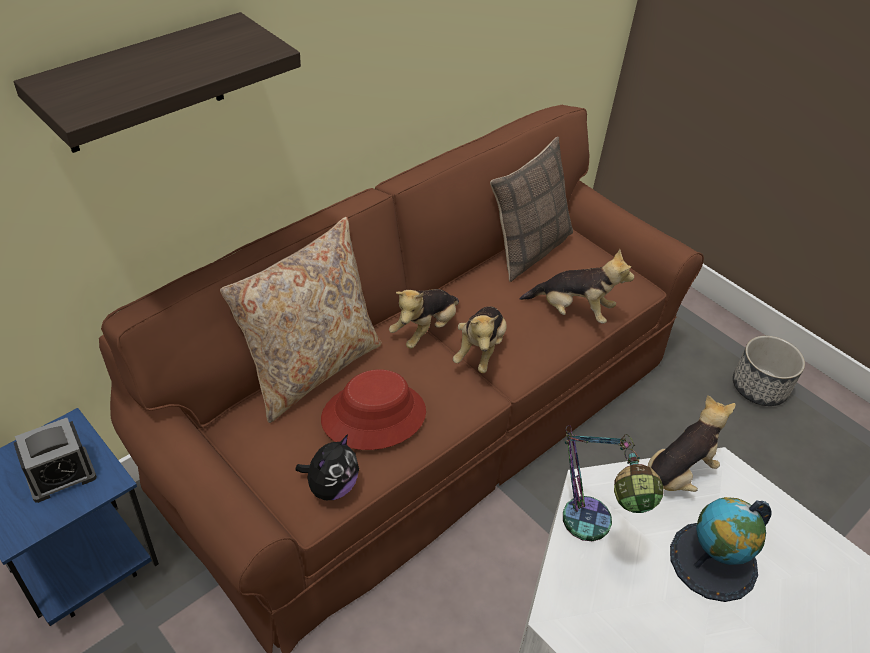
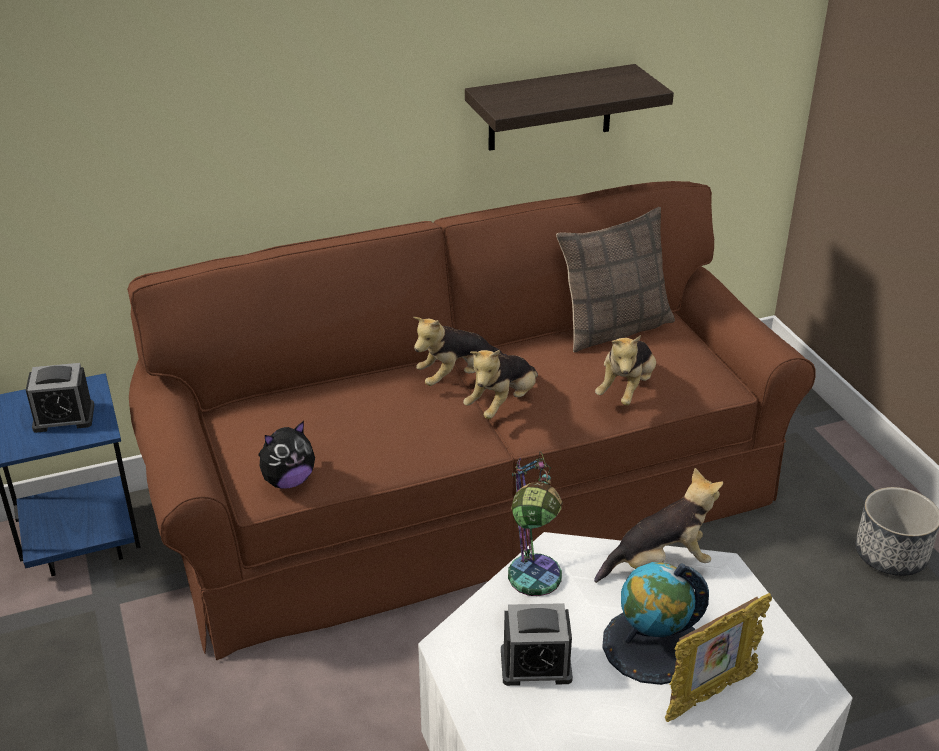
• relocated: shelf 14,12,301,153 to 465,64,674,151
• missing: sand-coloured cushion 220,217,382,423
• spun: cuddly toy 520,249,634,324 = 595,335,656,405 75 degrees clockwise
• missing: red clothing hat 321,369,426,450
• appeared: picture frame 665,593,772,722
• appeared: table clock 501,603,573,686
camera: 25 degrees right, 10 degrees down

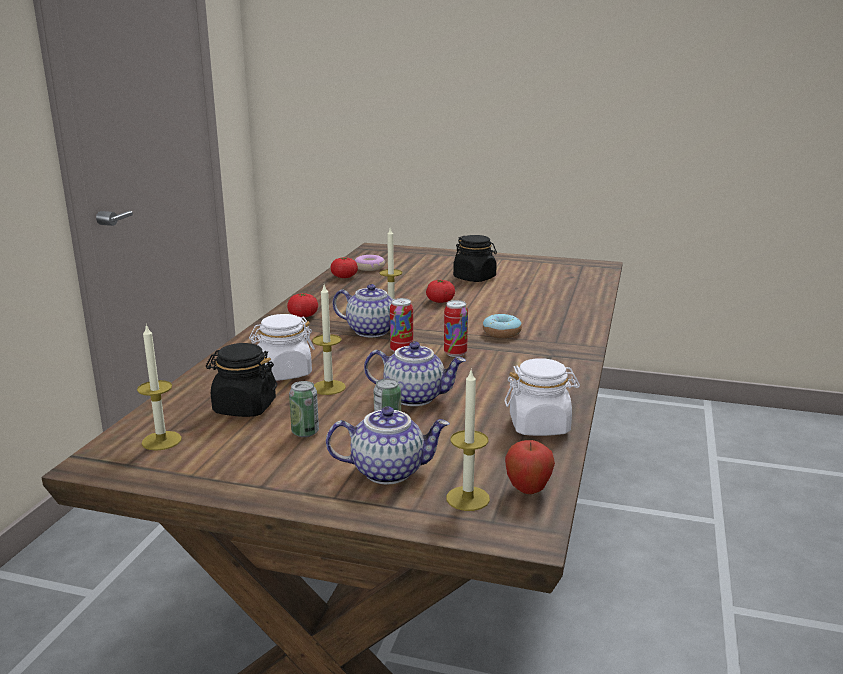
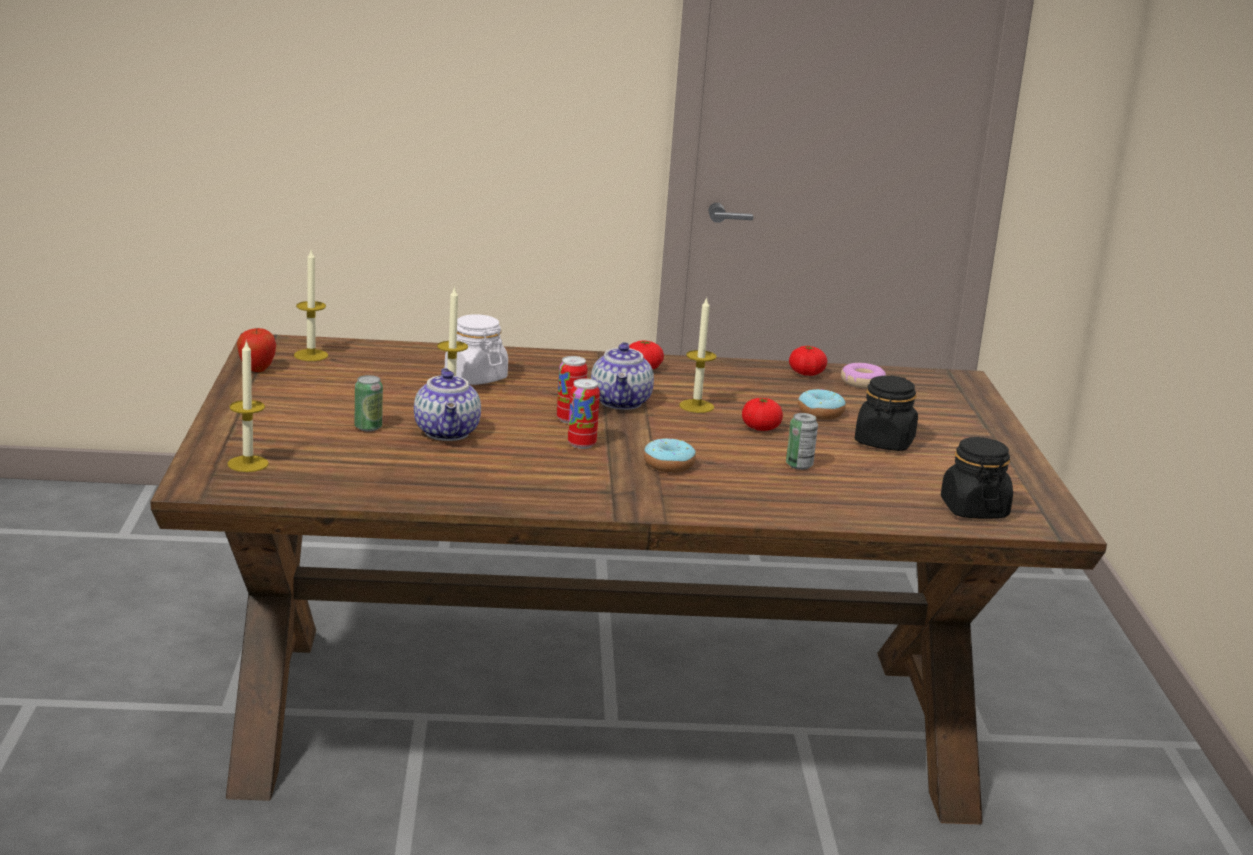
• relocated: blackish storage jar 206,343,277,417 to 941,437,1013,519
• missing: white storage jar 505,358,580,436
• relocated: can 289,381,319,437 to 786,413,818,470
• missing: pot for tea 326,406,450,484
• relocated: apple 505,440,555,494 to 237,328,276,372
• appeared: donut 798,389,846,419
camera: 70 degrees right, 0 degrees up

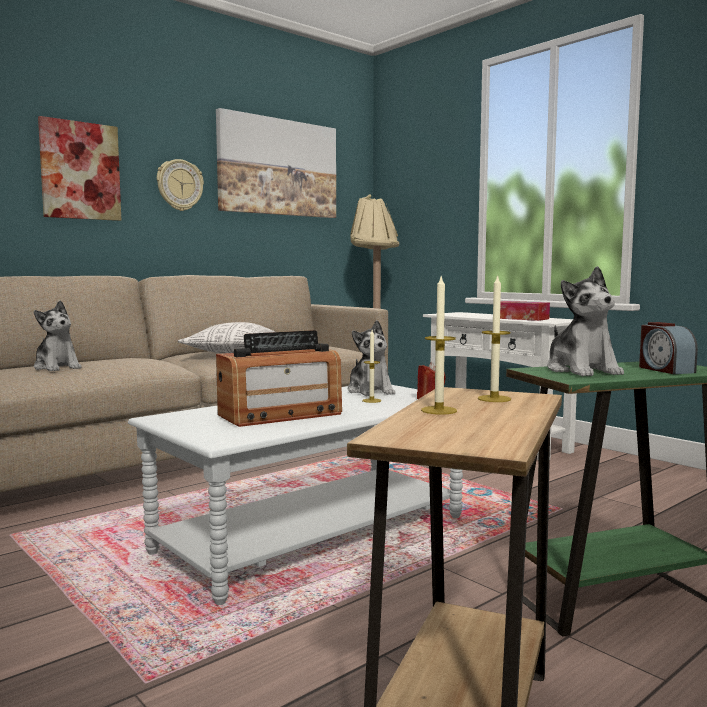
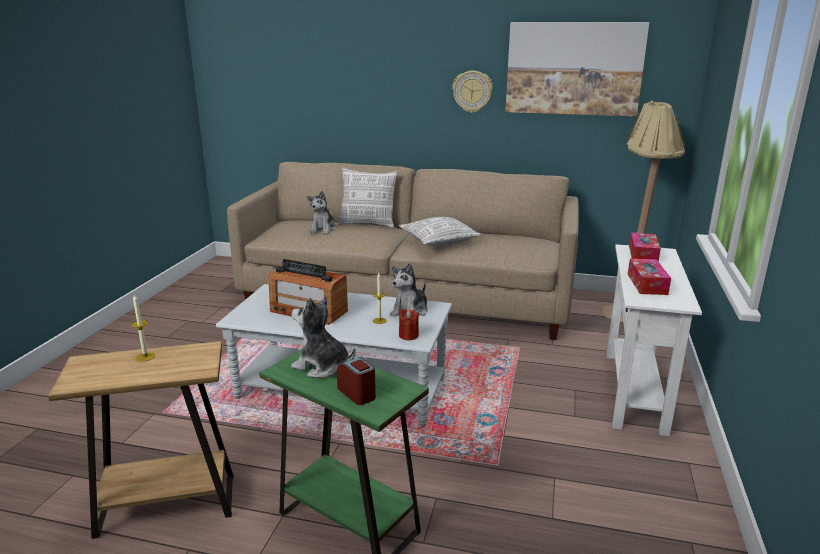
• missing: picture 38,116,121,221
• spun: cuddly toy 547,266,624,376 = 291,297,356,378 75 degrees clockwise
• missing: wax candle 478,274,511,402
• spun: table clock 639,322,698,374 = 337,358,376,405 105 degrees clockwise
• appeared: cushion 338,168,397,228
• appeared: tissue box 629,232,661,262
camera: 55 degrees right, 15 degrees up

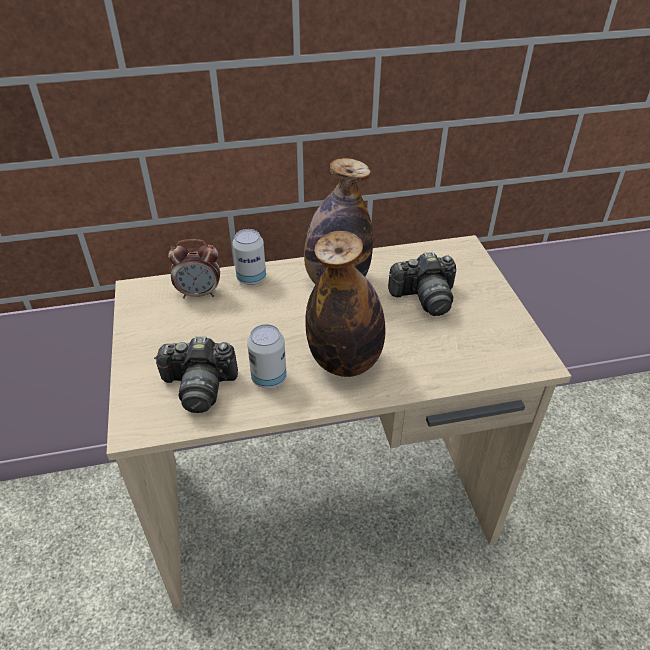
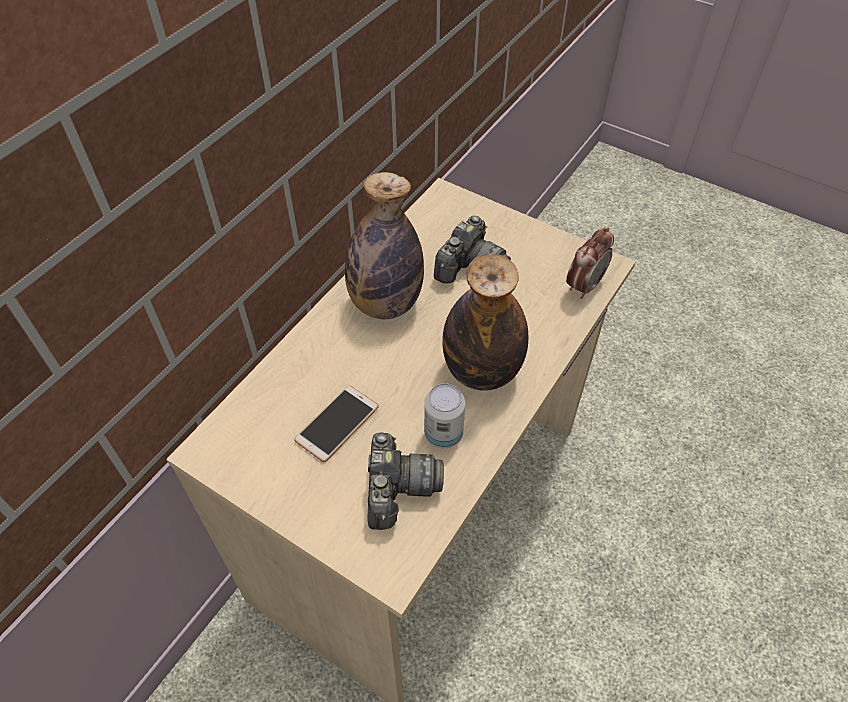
• missing: can 232,229,266,285
• relocated: table clock 168,239,220,299 to 566,227,614,299
• spun: photo camera 154,337,238,413 = 367,432,444,530 45 degrees counterclockwise
• appeared: telephone 294,385,379,462
camera: 45 degrees left, 10 degrees up

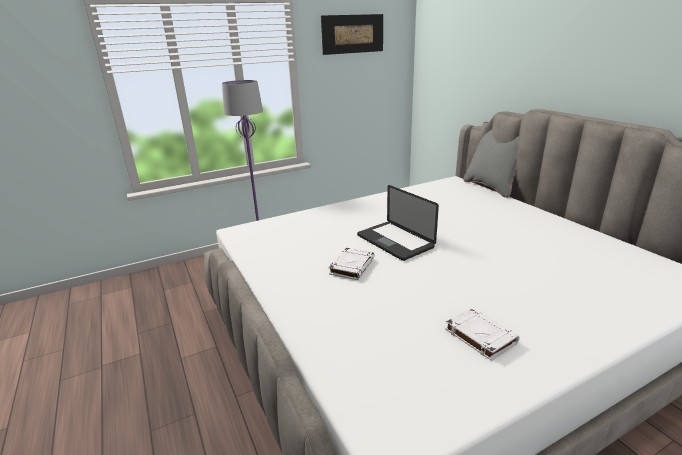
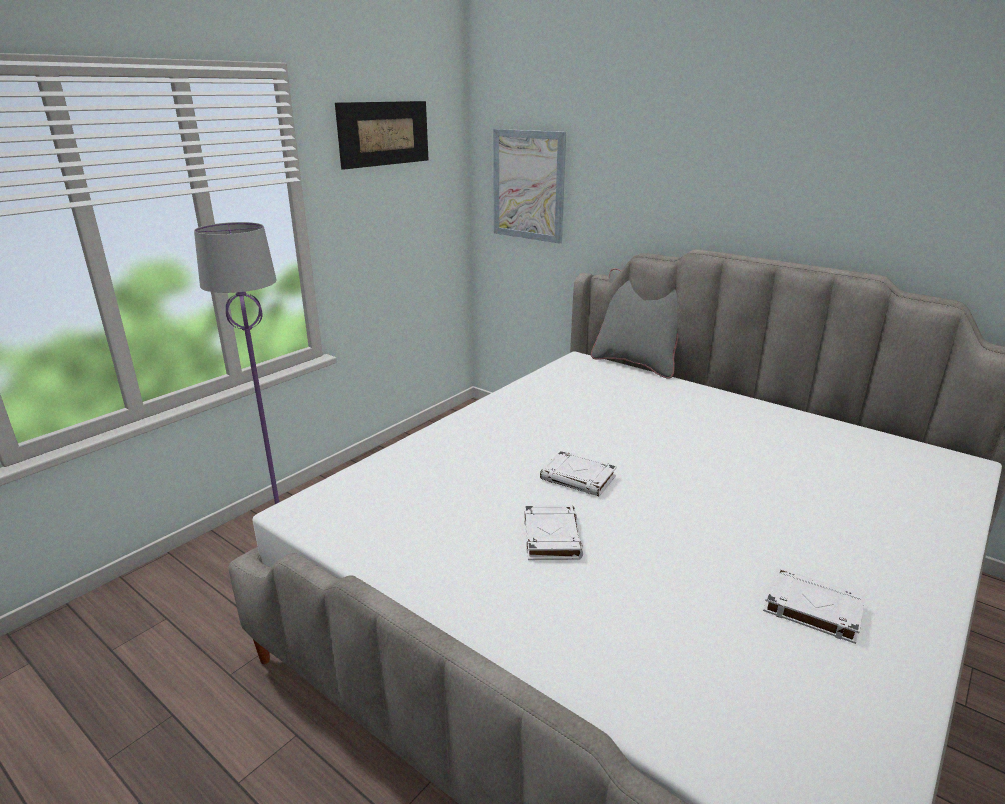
• exchanged: notebook computer 357,185,439,261 to white volume 540,451,617,496
• appeared: picture 493,129,566,244
camera: 25 degrees left, 0 degrees up

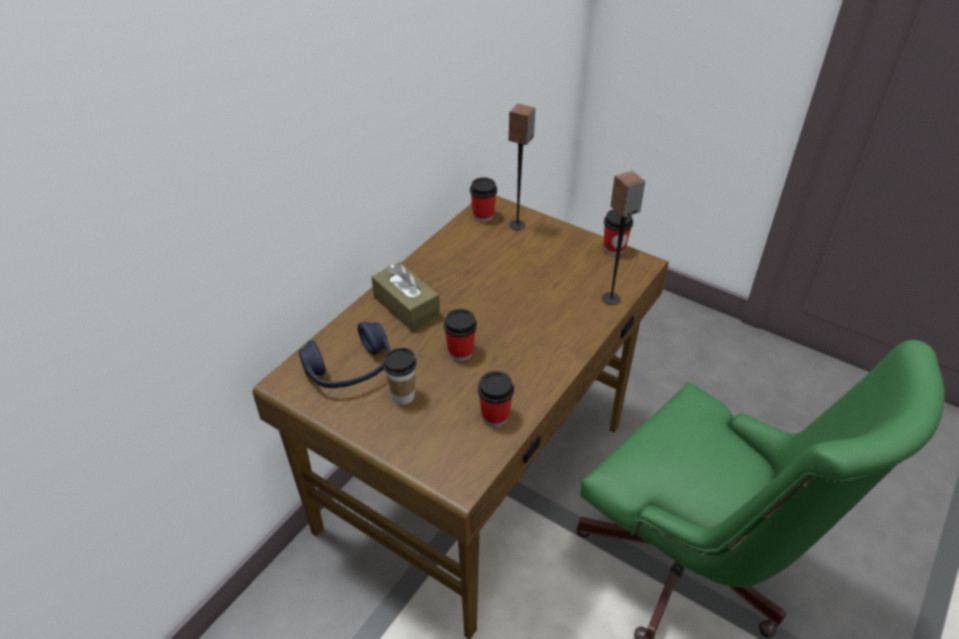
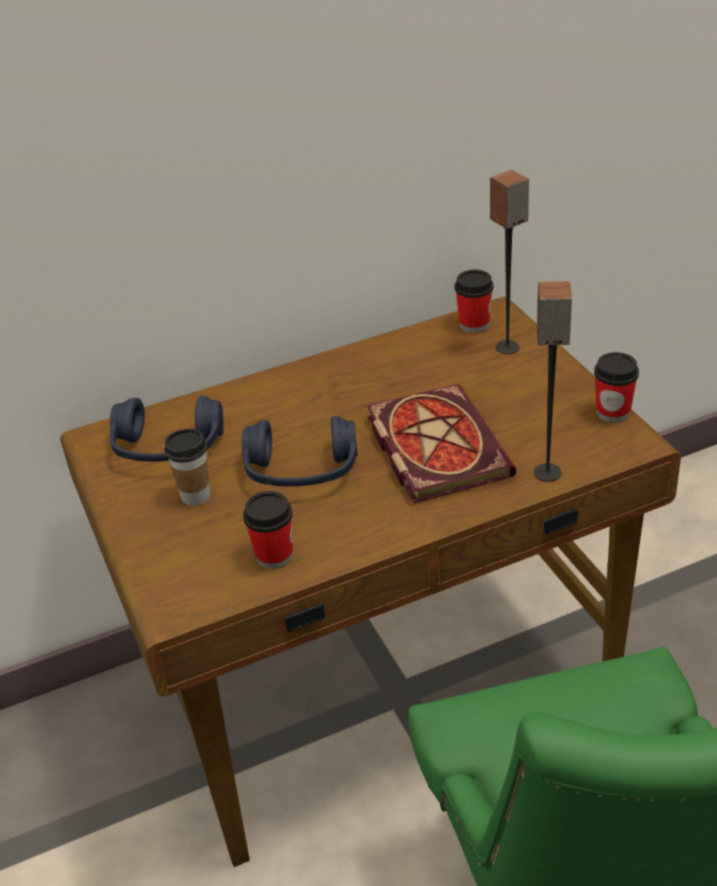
• missing: brownish tissue box 371,262,440,331
• exchanged: cup 444,309,477,361 to blue-coloured headphones 242,416,358,486
• appeared: volume 367,384,516,503
camera: 35 degrees right, 5 degrees down

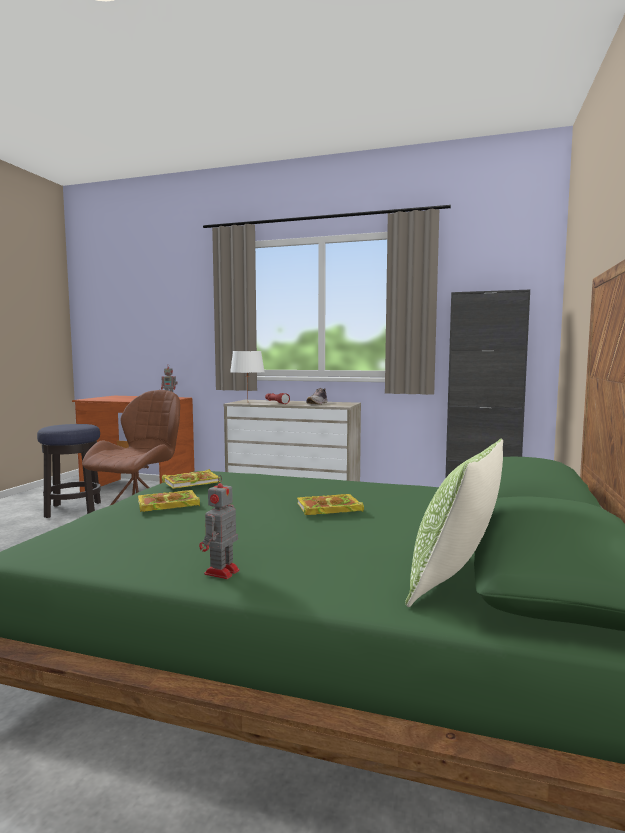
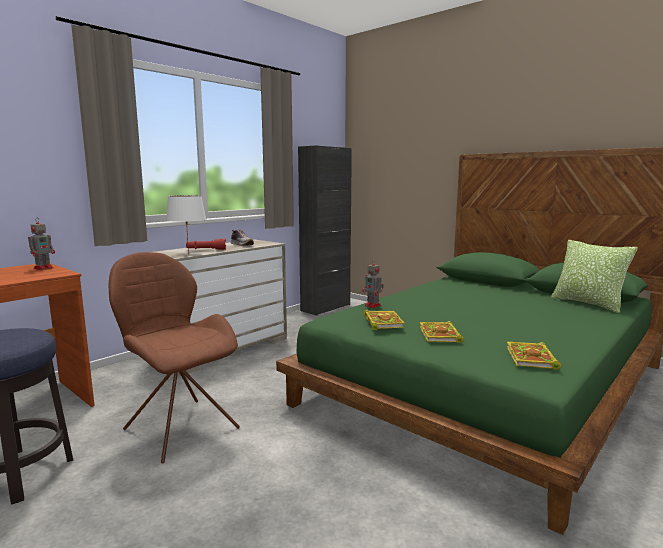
• relocated: model robot 199,475,239,579 to 363,259,384,308
• relocated: volume 297,494,364,515 to 507,342,561,370
camera: 65 degrees left, 5 degrees up

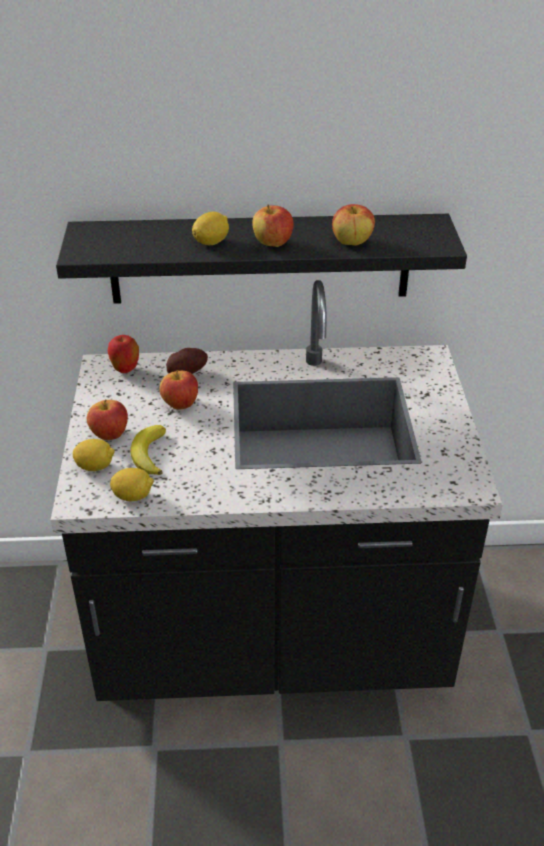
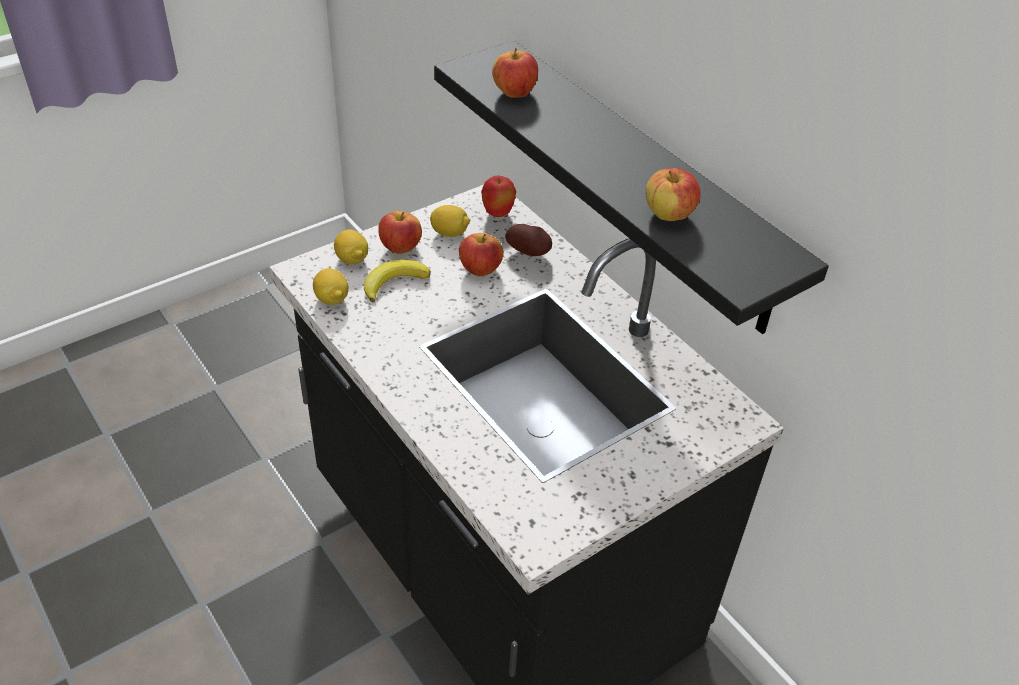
• relocated: apple 252,205,293,247 to 492,48,538,98
• relocated: whole lemon 192,212,229,245 to 430,205,470,237
camera: 55 degrees right, 5 degrees up

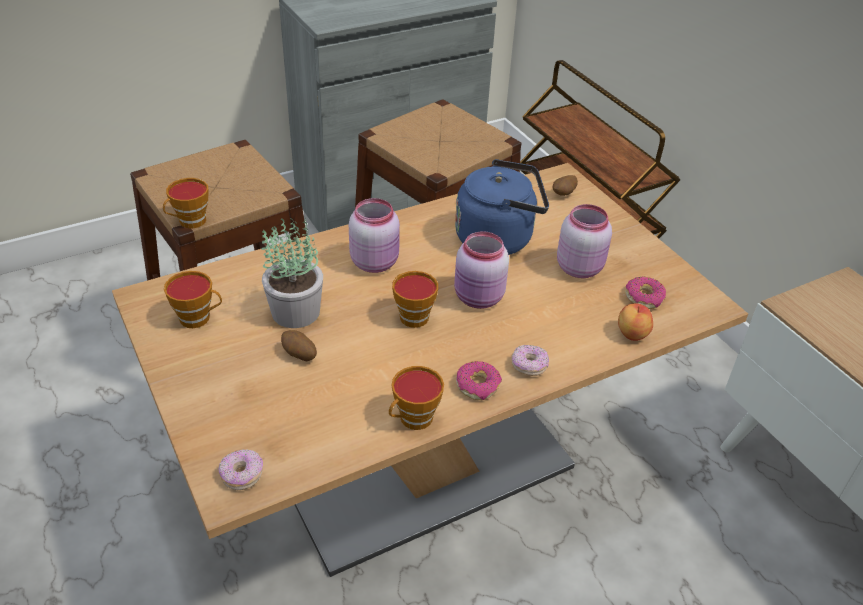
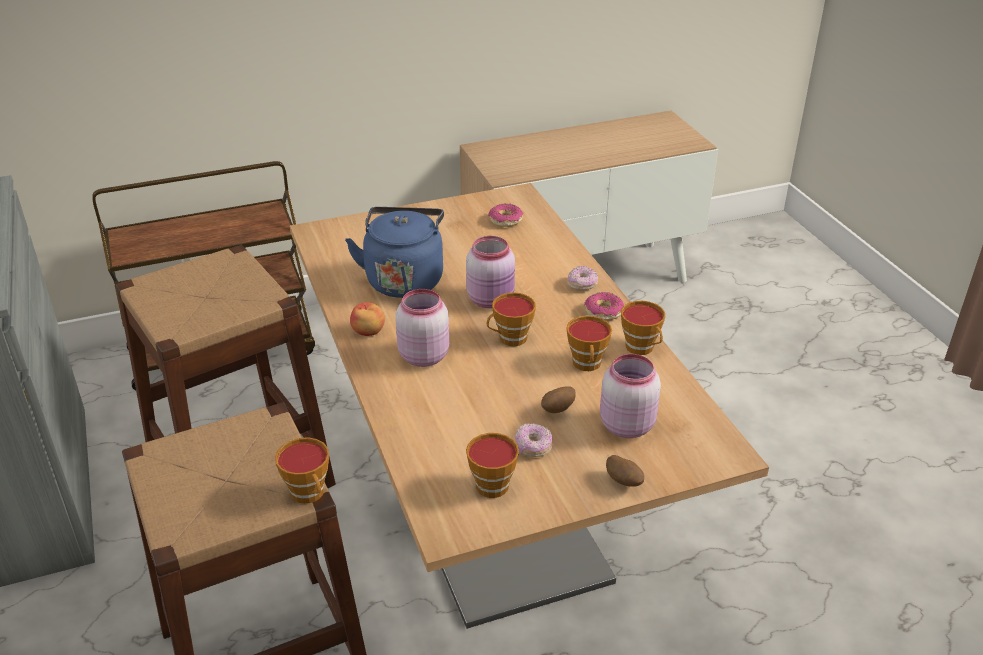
• relocated: potato 553,175,578,196 to 606,455,644,487
• relocated: pinkish storage jar 557,204,612,278 to 600,354,661,438
• missing: plant in a pot 262,218,323,328
• relocated: apple 618,303,653,341 to 350,302,385,336
• relocated: donut 219,449,263,490 to 515,423,552,457
• appeared: cup 566,316,612,371
camera: 80 degrees left, 5 degrees down

